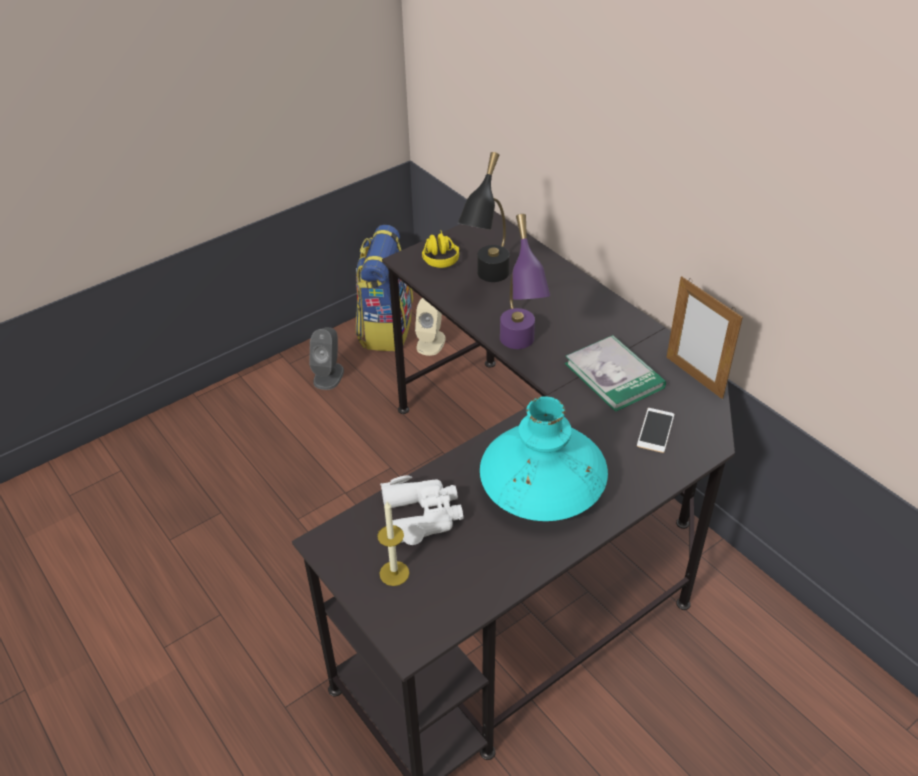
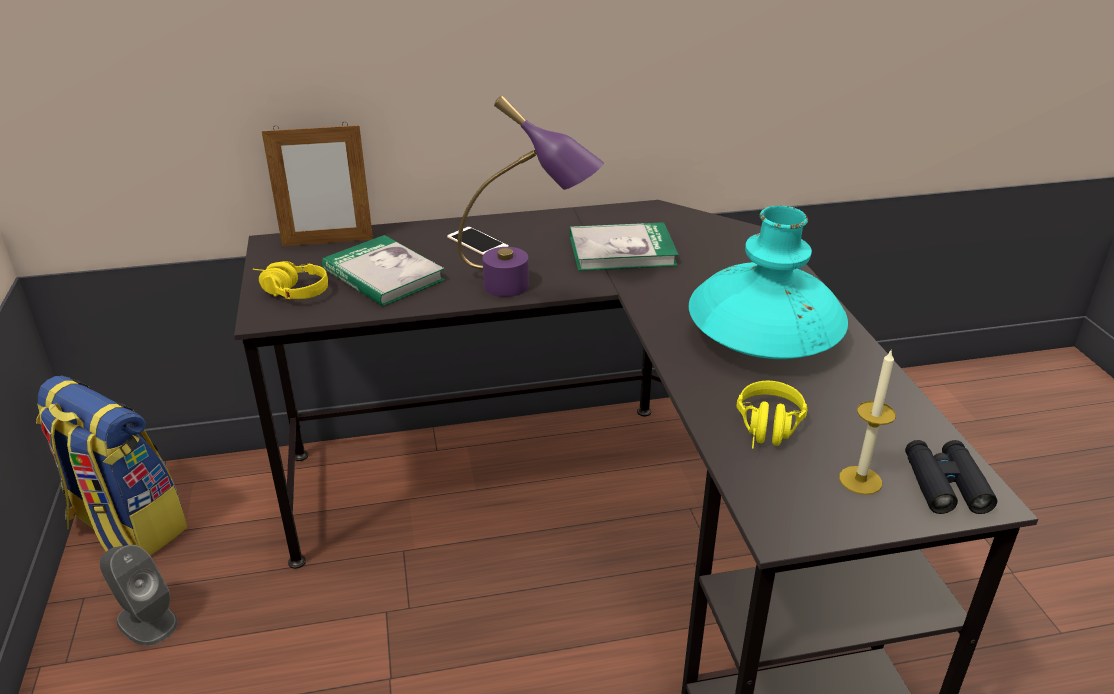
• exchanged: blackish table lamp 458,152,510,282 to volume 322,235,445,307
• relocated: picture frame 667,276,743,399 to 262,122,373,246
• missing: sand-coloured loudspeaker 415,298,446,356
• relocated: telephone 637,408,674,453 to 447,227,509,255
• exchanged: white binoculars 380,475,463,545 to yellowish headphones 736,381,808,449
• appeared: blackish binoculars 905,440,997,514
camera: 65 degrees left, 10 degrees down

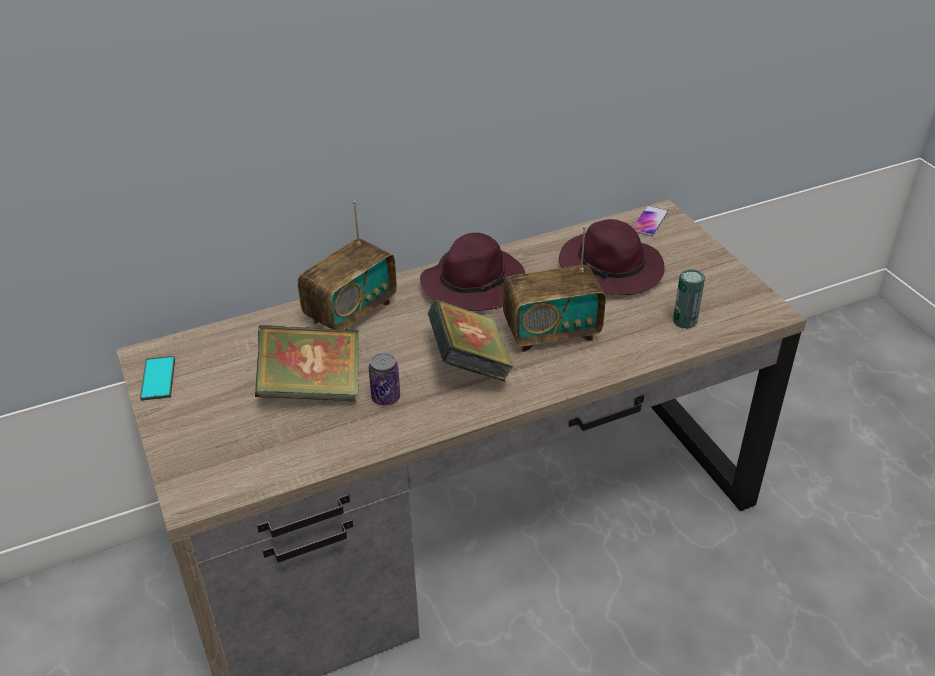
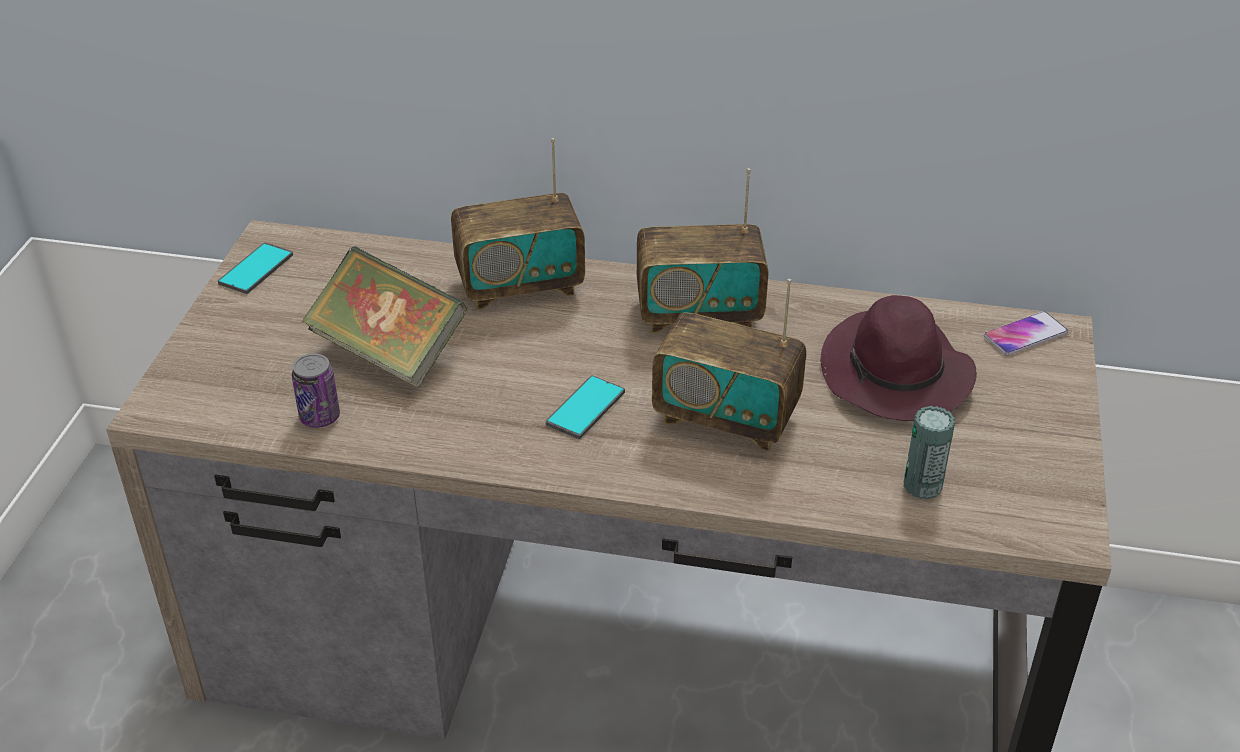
• exchanged: purple-coloured clothing hat 420,233,525,311 to radio set 637,168,769,333
• exchanged: volume 428,300,514,382 to telephone 546,375,625,439
• relocated: can 369,353,400,406 to 292,354,340,428
camera: 35 degrees right, 0 degrees up

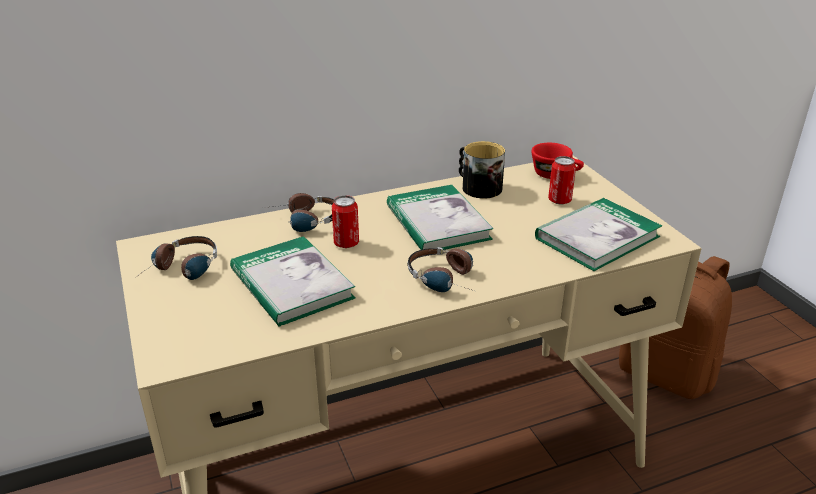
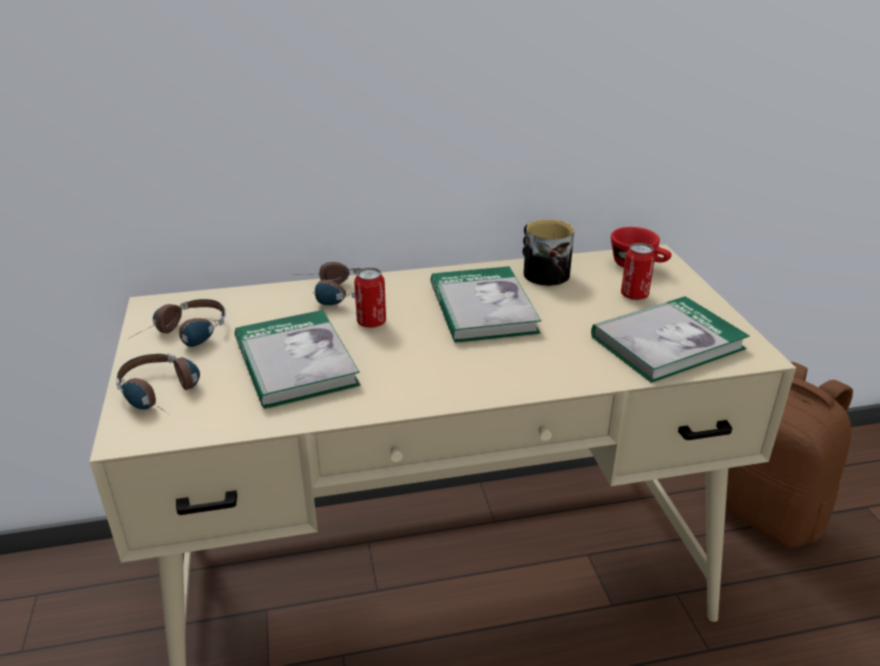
• relocated: headphones 407,247,474,292 to 116,353,200,413
camera: 10 degrees right, 0 degrees up

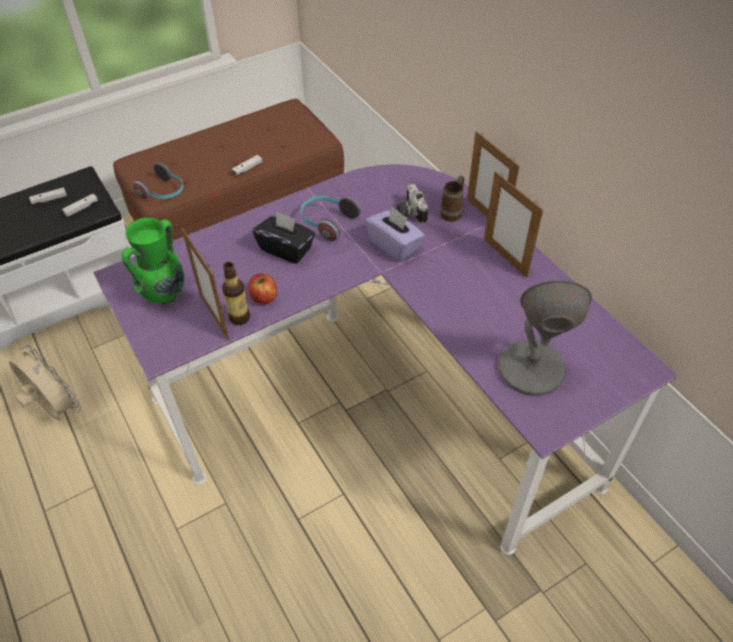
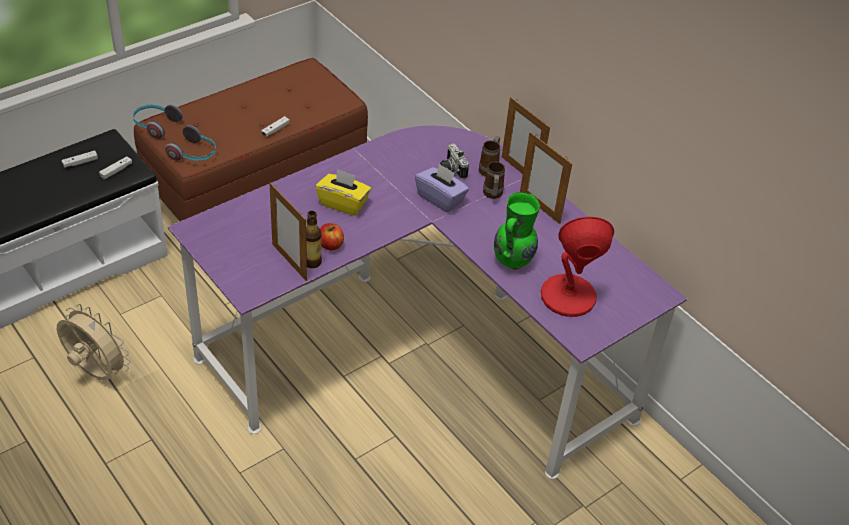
• relocated: headphones 301,196,360,241 to 133,104,183,139
• colour: blackish tissue box 253,211,315,264 to yellowish tissue box 316,169,371,216
• relocated: green-coloured vase 122,217,184,305 to 494,192,540,270
• colour: greyish table lamp 499,280,592,396 to red table lamp 541,217,614,317
• appeared: tea mug 483,162,505,199
camera: 10 degrees left, 5 degrees down

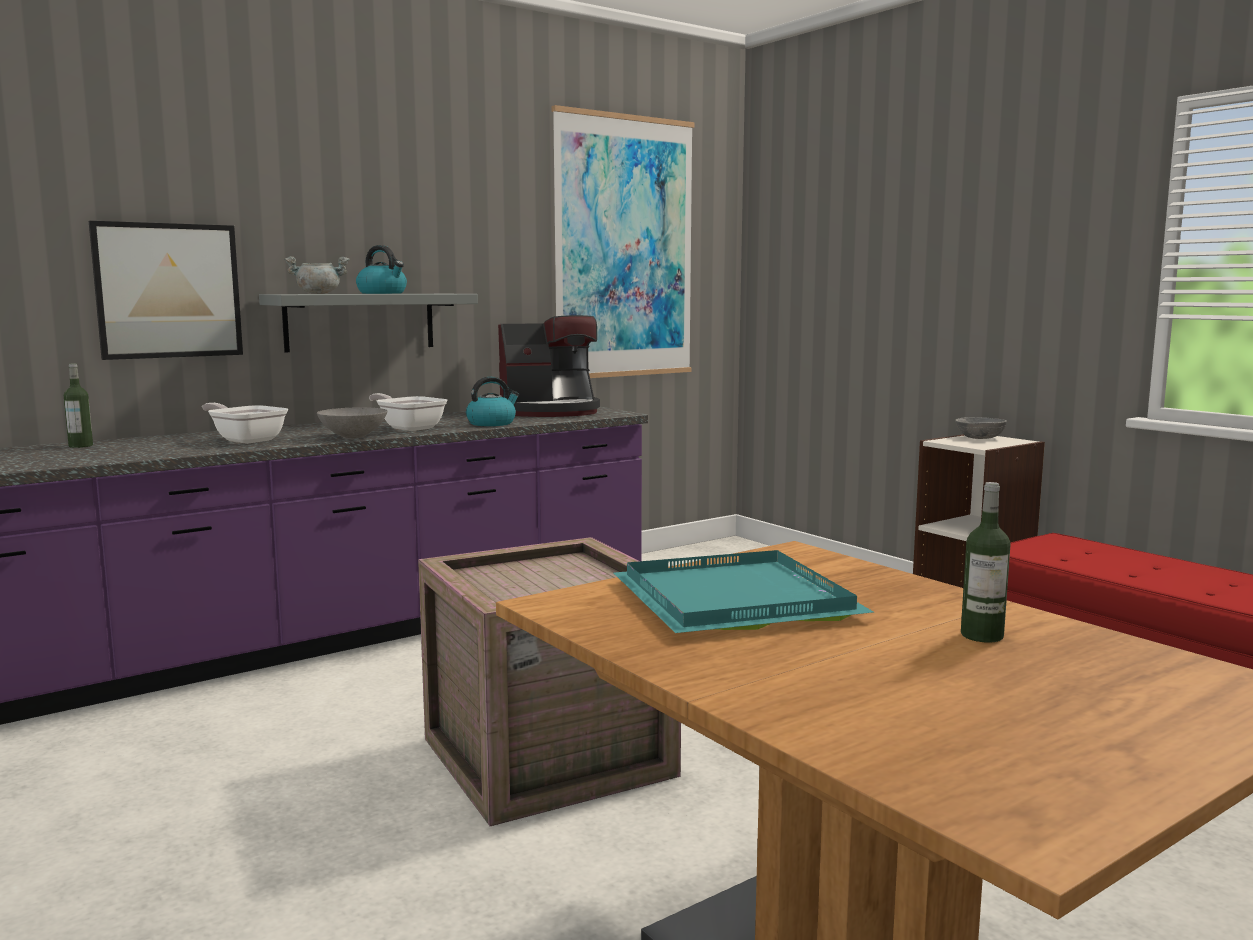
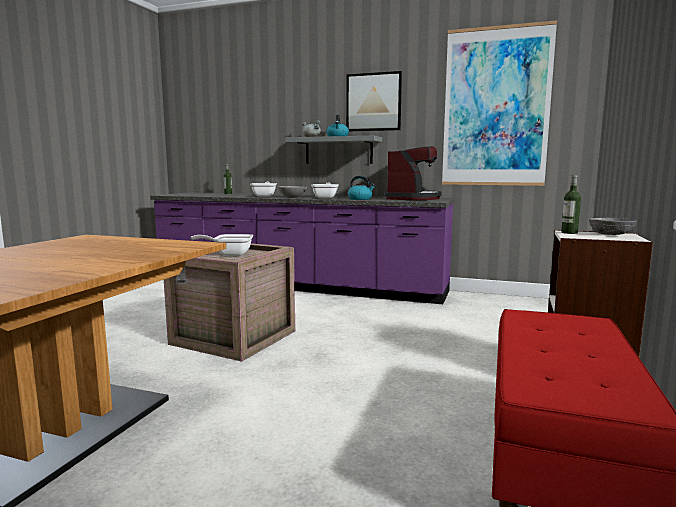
• relocated: picture 89,221,243,360 to 346,71,402,131
• spun: coffee maker 498,315,600,417 = 385,146,441,200 105 degrees counterclockwise
• relocated: bottle 961,482,1011,643 to 561,175,581,234
• missing: blue-green carrying tray 614,550,873,633
• appeared: frying pan 190,234,253,256
camera: 55 degrees right, 0 degrees up

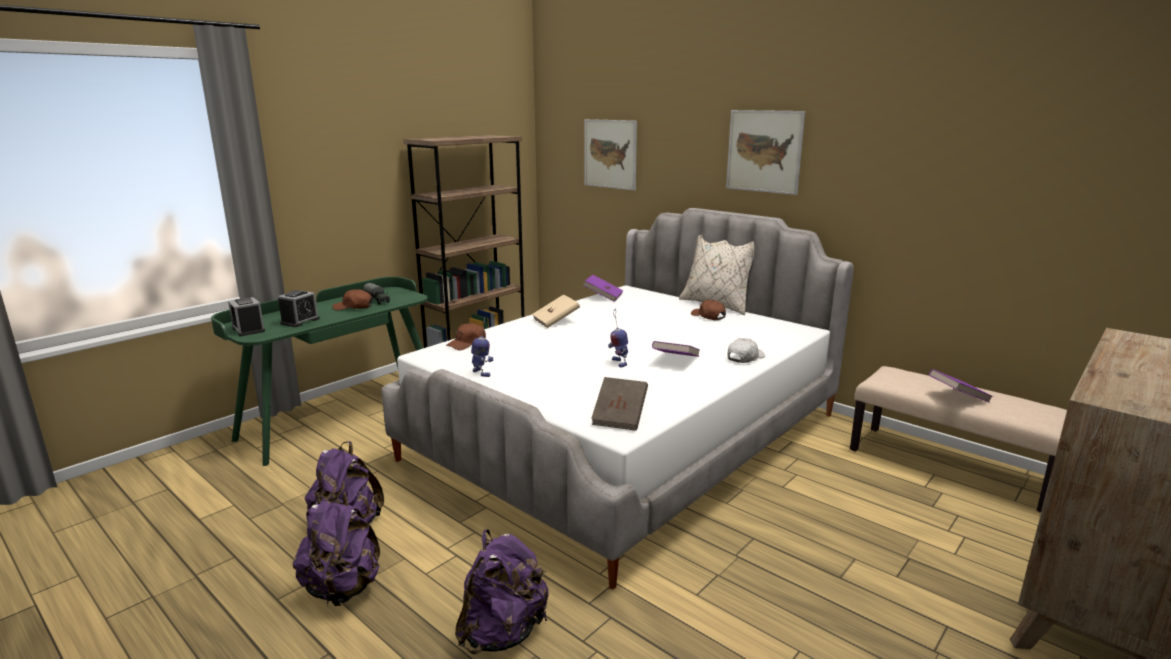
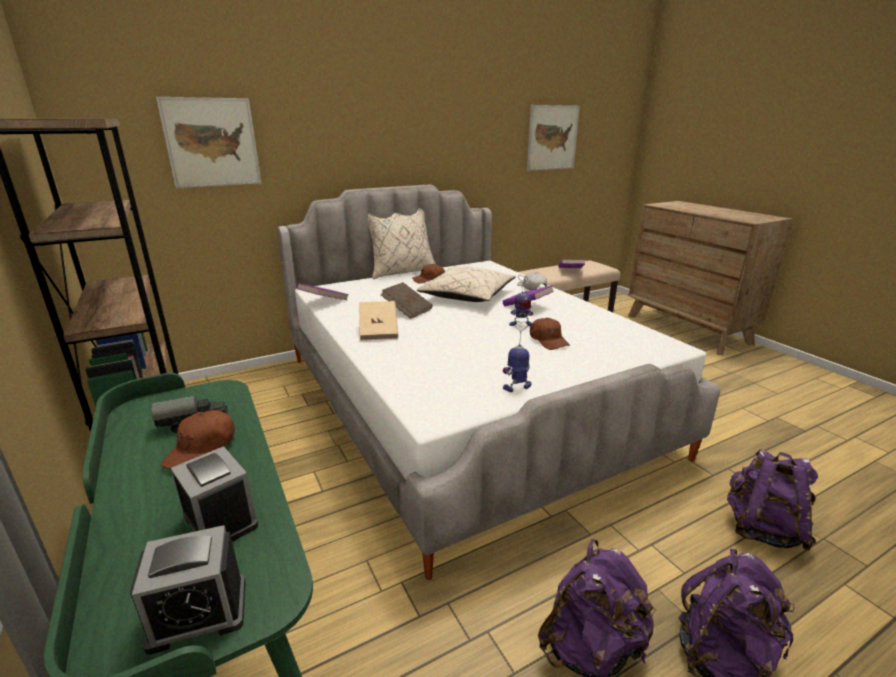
• relocated: picture 726,110,805,195 to 527,105,580,171
• relocated: brownish baseball cap 446,323,486,350 to 530,318,570,350
• relocated: brownish volume 591,377,648,431 to 381,282,433,319
• appeared: sand-coloured cushion 417,266,516,302
camera: 70 degrees left, 5 degrees up

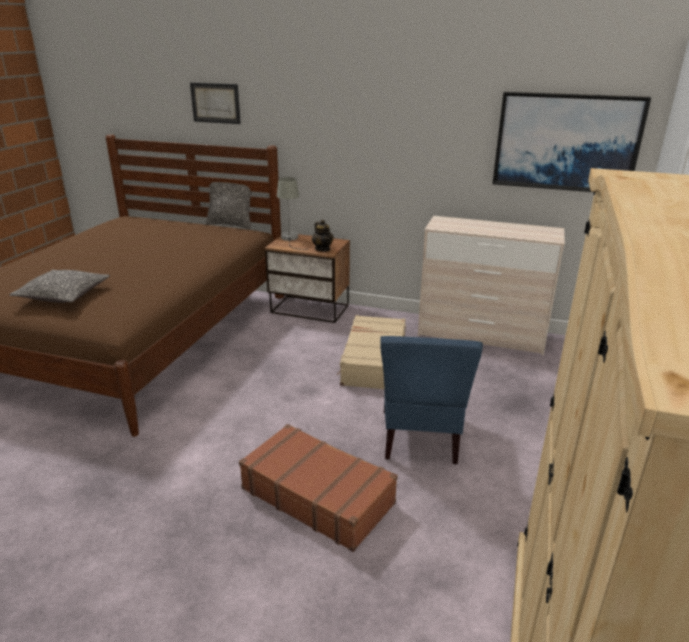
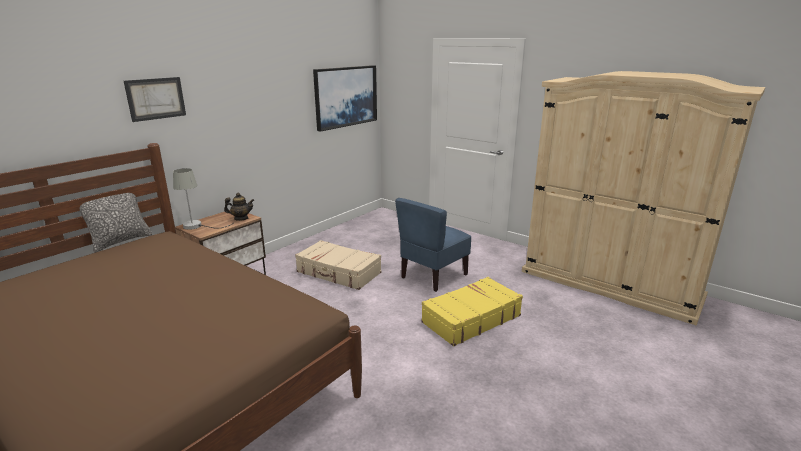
• relocated: picture 190,83,241,124 to 124,77,186,122
• missing: sand-coloured chest of drawers 418,216,565,355
• missing: cushion 9,270,110,303
• spun: blue-coloured chair 380,336,483,464 = 395,198,471,292 105 degrees clockwise
• colour: brownish travel case 239,424,398,552 to yellowish travel case 421,277,523,346
camera: 70 degrees left, 5 degrees down

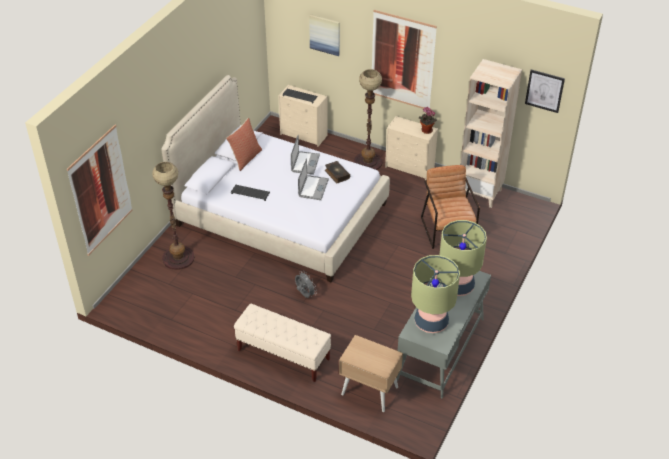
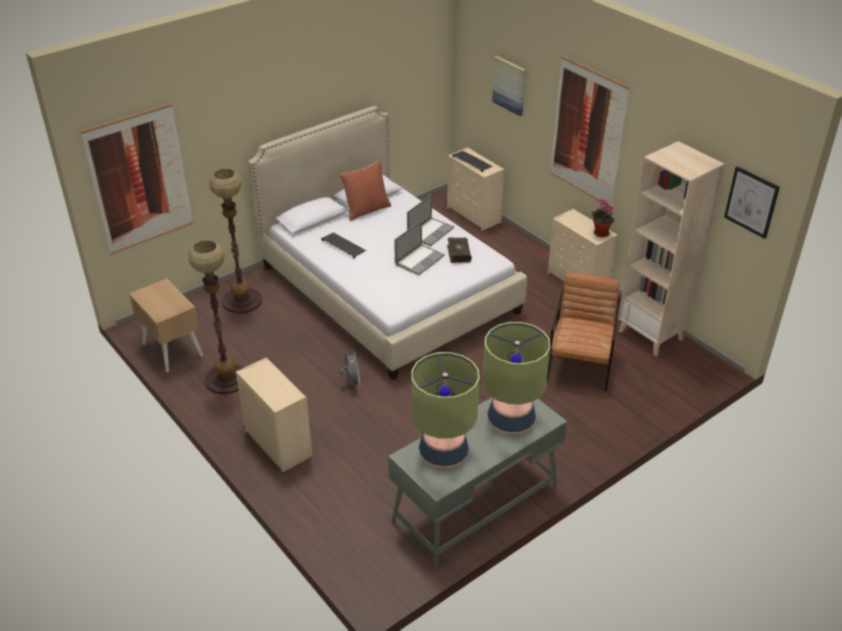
• relocated: floor lamp 354,69,383,170 to 188,240,244,395
• exchanged: sand-coloured long seat 234,304,331,382 to sand-coloured chest of drawers 236,357,312,472
• relocated: sand-coloured nightstand 339,335,403,412 to 129,278,203,372
camera: 25 degrees right, 5 degrees down

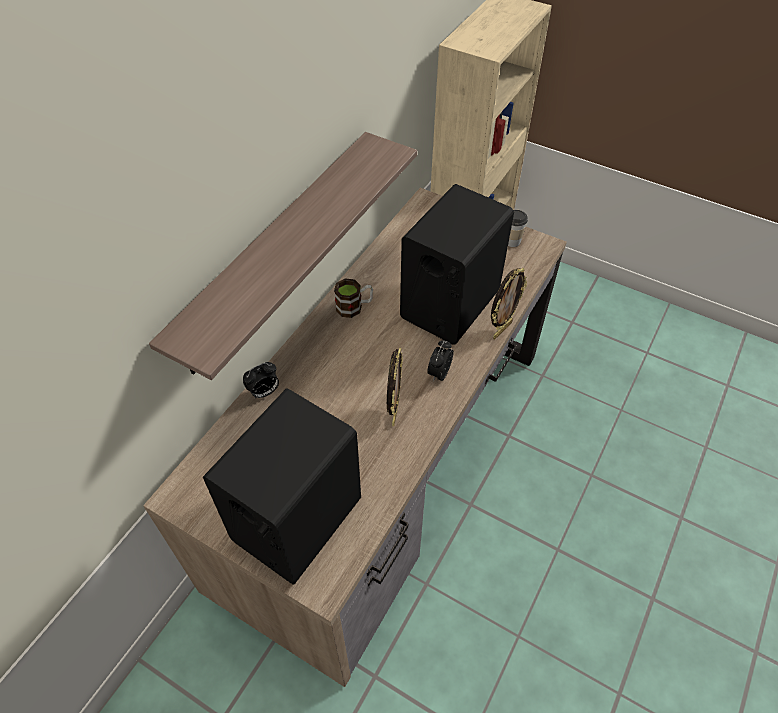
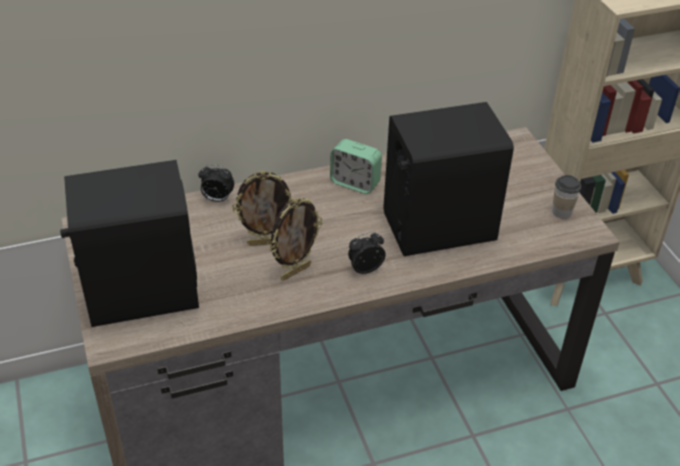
• missing: shelf 149,132,417,380
• relocated: picture frame 491,267,527,339 to 232,170,294,246
• exchanged: tea mug 334,278,373,318 to table clock 330,139,382,194
camera: 40 degrees right, 10 degrees down

